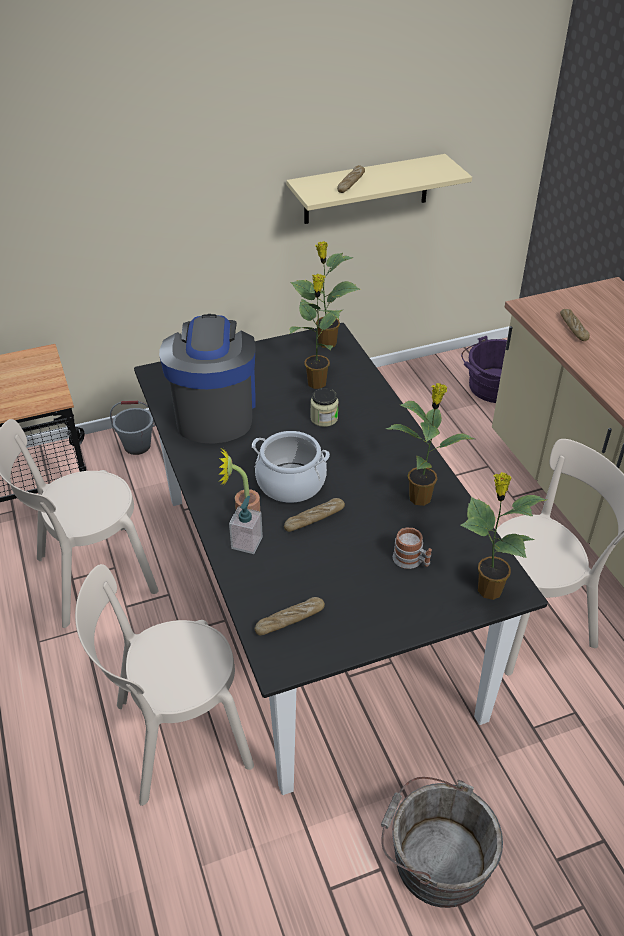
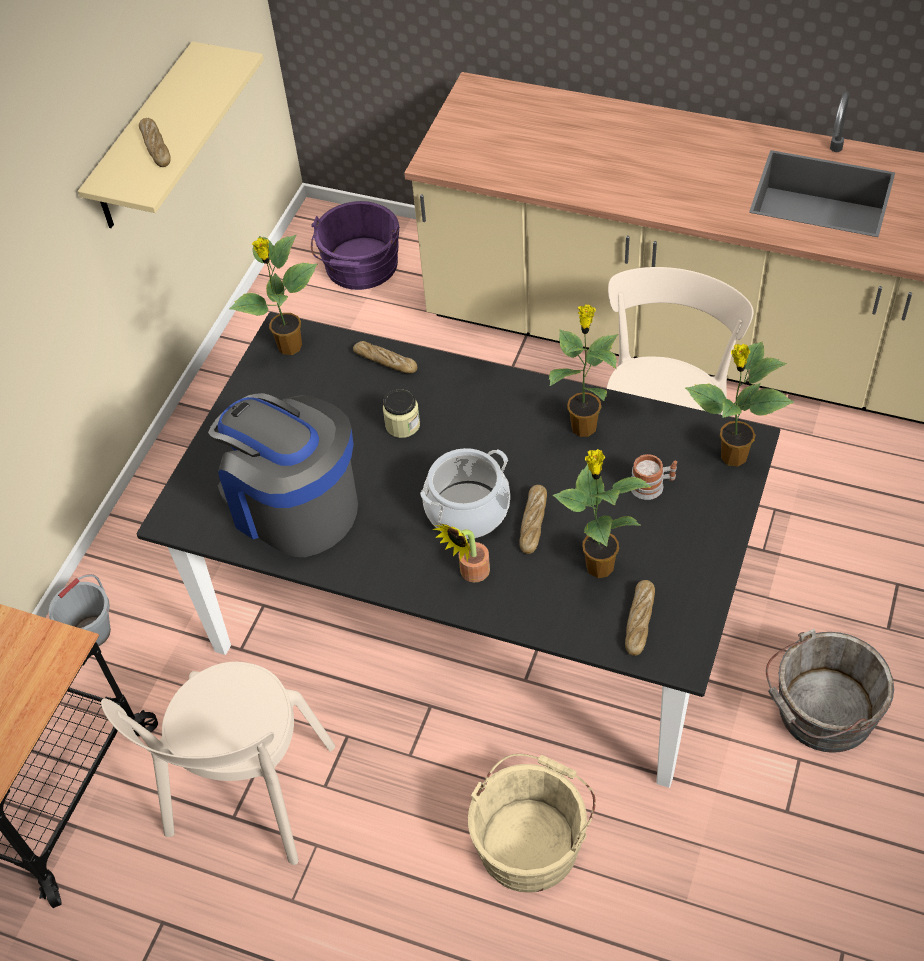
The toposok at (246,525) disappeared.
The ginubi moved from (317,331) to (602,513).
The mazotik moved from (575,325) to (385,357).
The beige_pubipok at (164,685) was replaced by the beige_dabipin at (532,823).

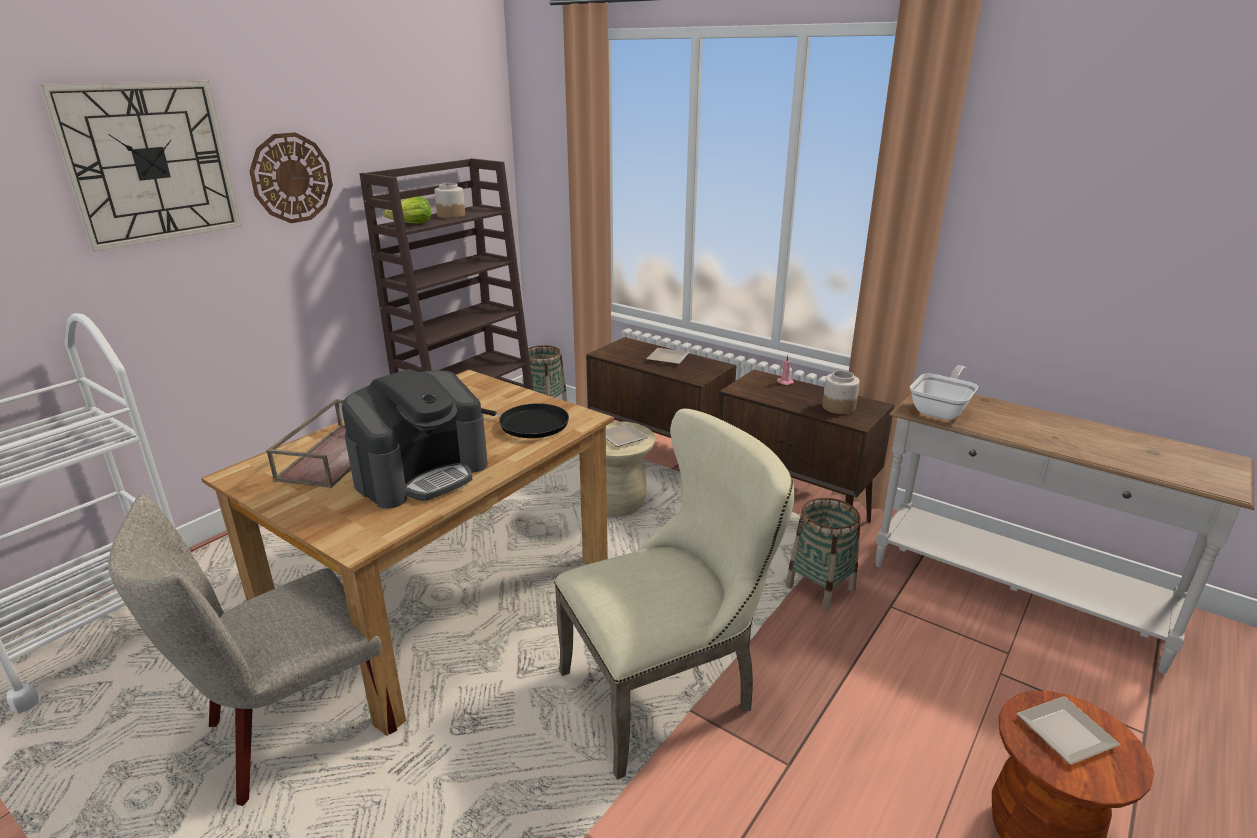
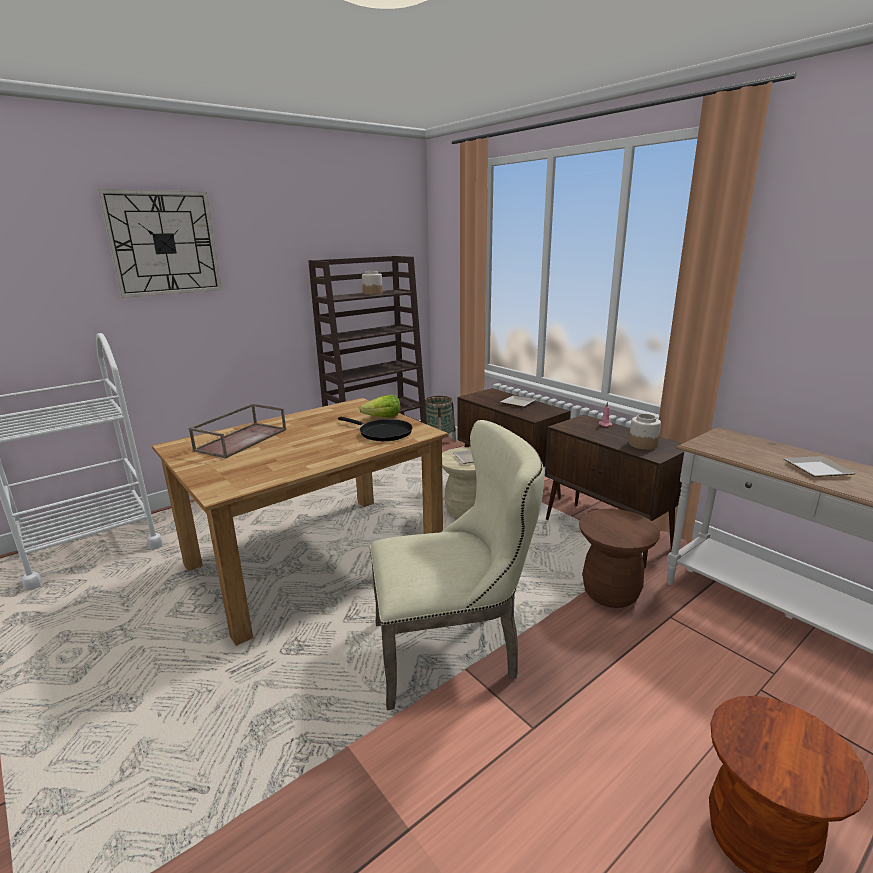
The beige_pubipok at (252,650) disappeared.
The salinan at (291,177) disappeared.
The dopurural at (415,439) disappeared.
The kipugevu at (944,392) disappeared.
The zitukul moved from (407,210) to (379,405).
The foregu moved from (1068,730) to (820,466).
The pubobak at (823,554) was replaced by the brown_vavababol at (619,558).

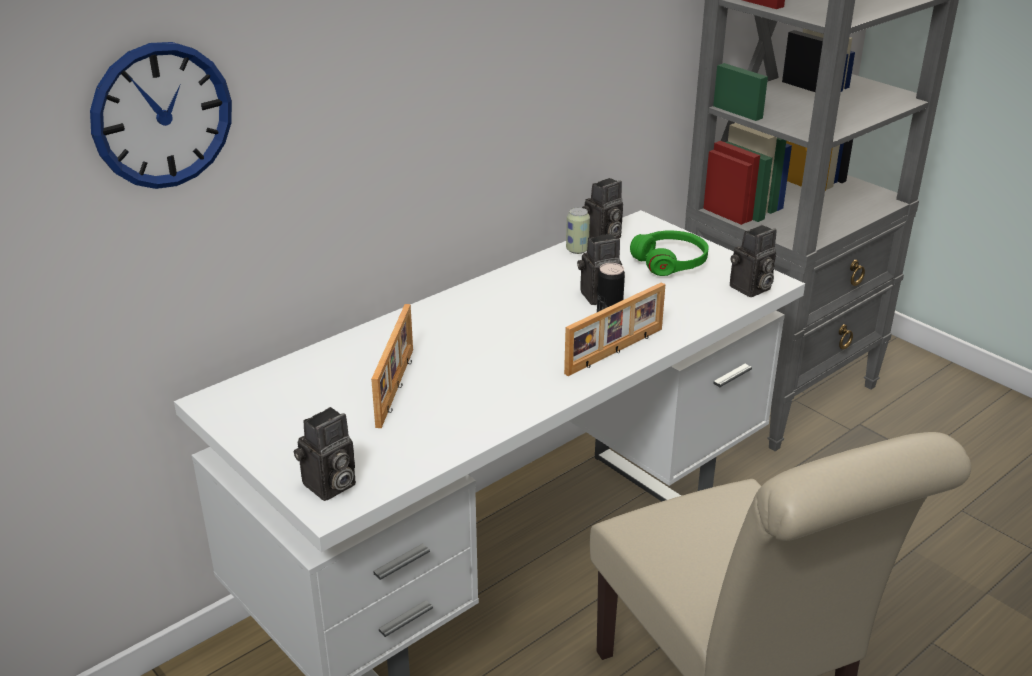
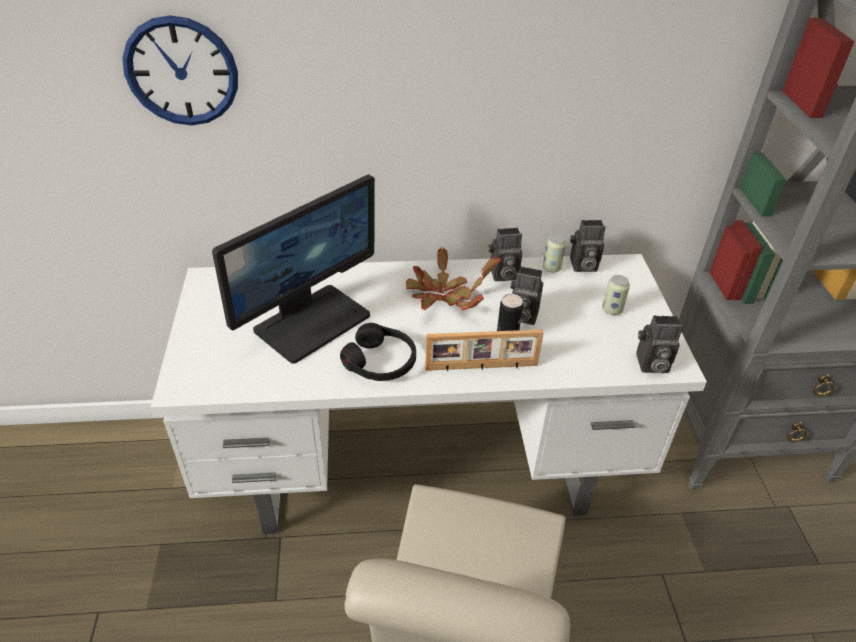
The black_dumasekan at (378,352) appeared.
The ginubi at (453,279) appeared.
The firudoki moved from (325,454) to (505,254).
The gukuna at (392,366) was replaced by the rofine at (293,269).
The green_dumasekan at (669,253) was replaced by the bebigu at (616,295).

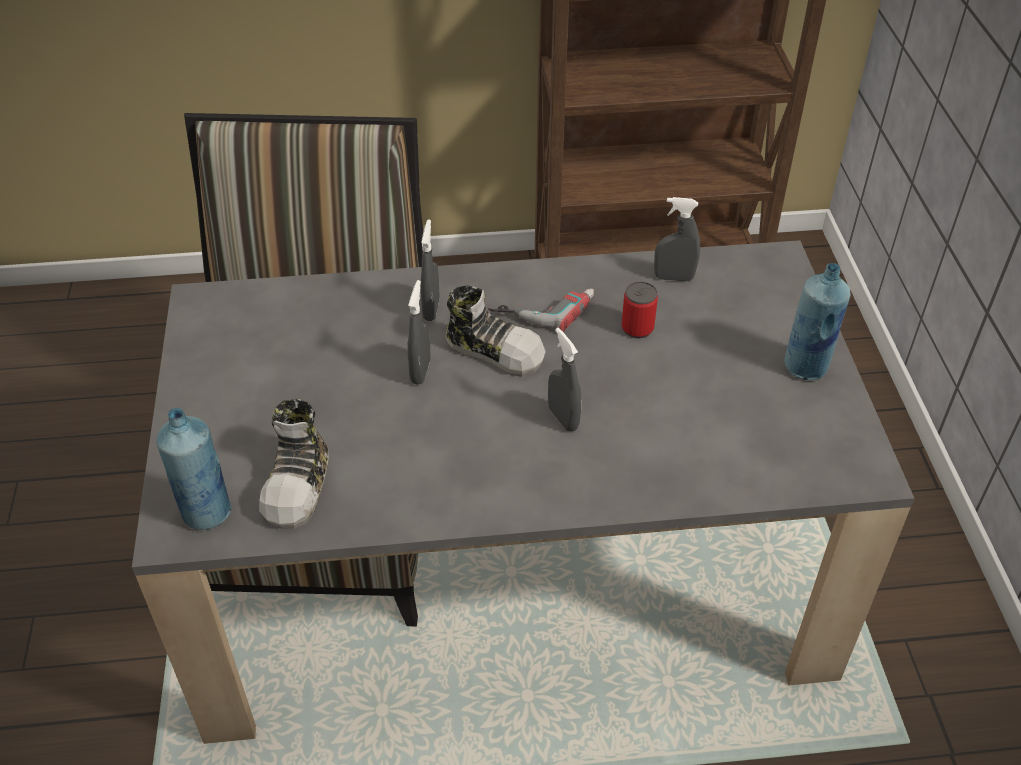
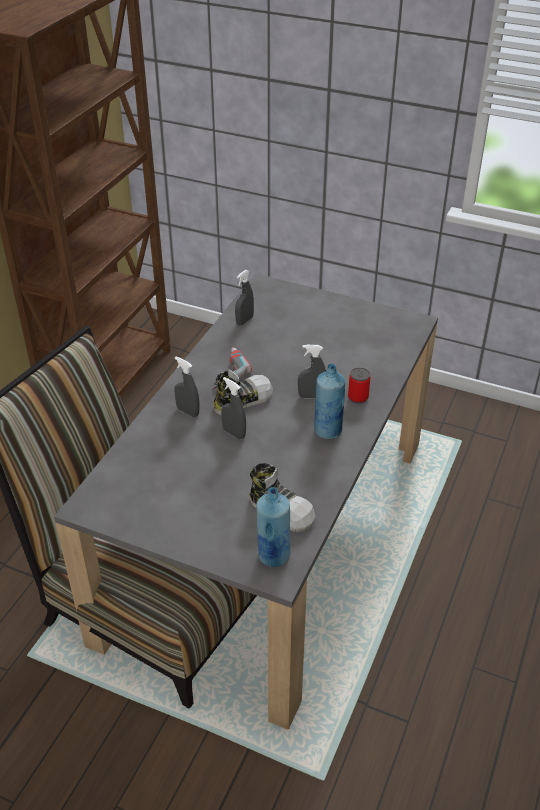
The bebigu moved from (639,310) to (359,386).
The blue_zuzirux moved from (817,321) to (329,401).

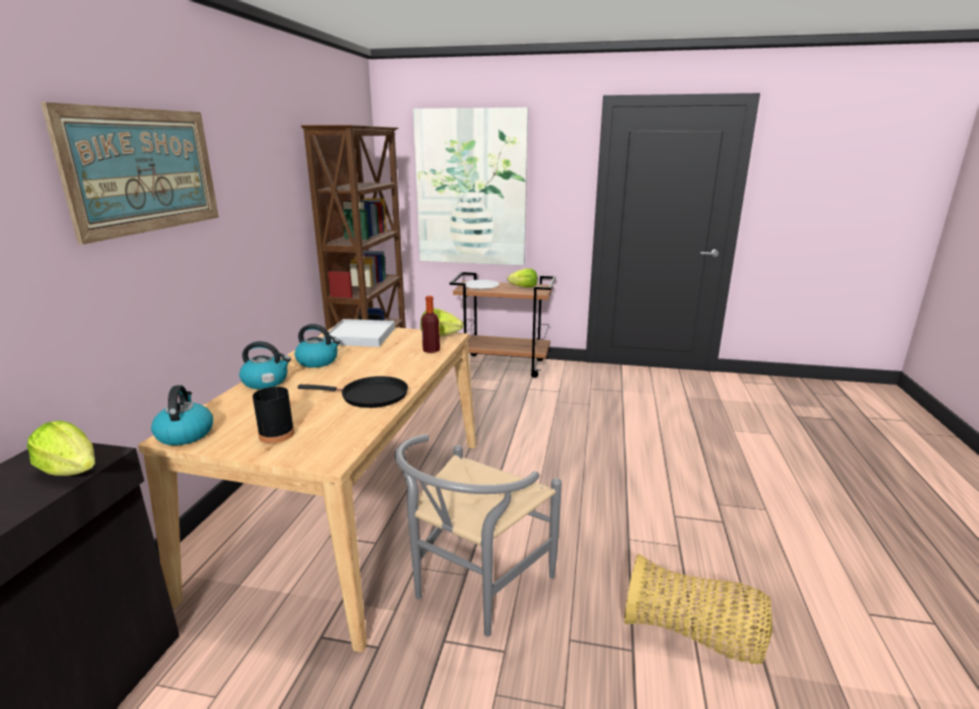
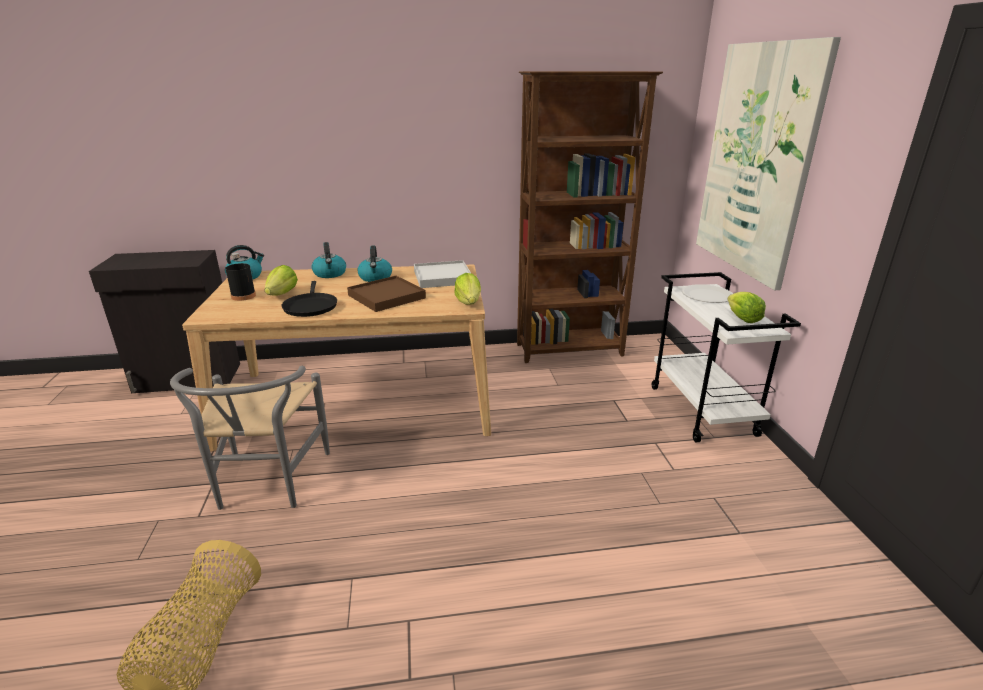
The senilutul at (130,173) disappeared.
The zuzirux at (430,324) disappeared.
The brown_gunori at (386,294) appeared.
The zitukul moved from (61,448) to (281,280).
The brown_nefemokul at (502,325) became the white_nefemokul at (726,357).
The grey_pubipok at (478,535) turned 105 degrees counterclockwise.

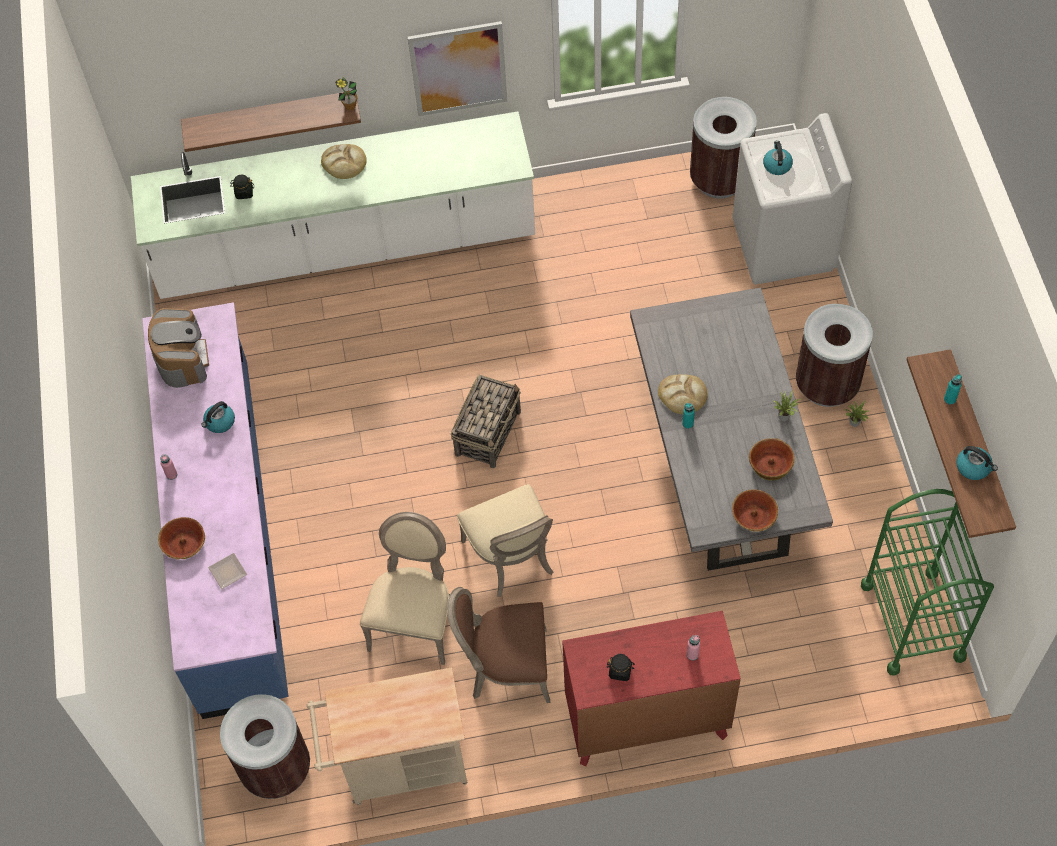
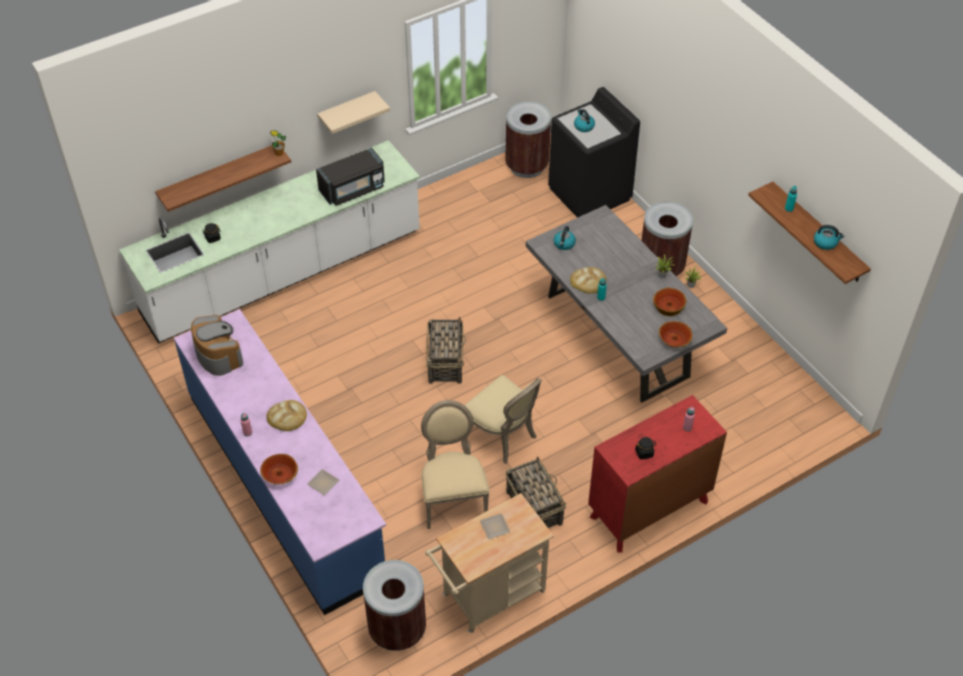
The green_nefemokul at (927,582) disappeared.
The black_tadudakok at (350,177) appeared.
The foregu at (495,526) appeared.
The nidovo moved from (218,417) to (565,238).
The mazotik moved from (344,161) to (286,415).
The senilutul at (457,68) was replaced by the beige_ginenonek at (353,112).
The brown_pubipok at (498,645) was replaced by the pubobak at (536,492).
The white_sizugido at (792,198) became the black_sizugido at (594,152).

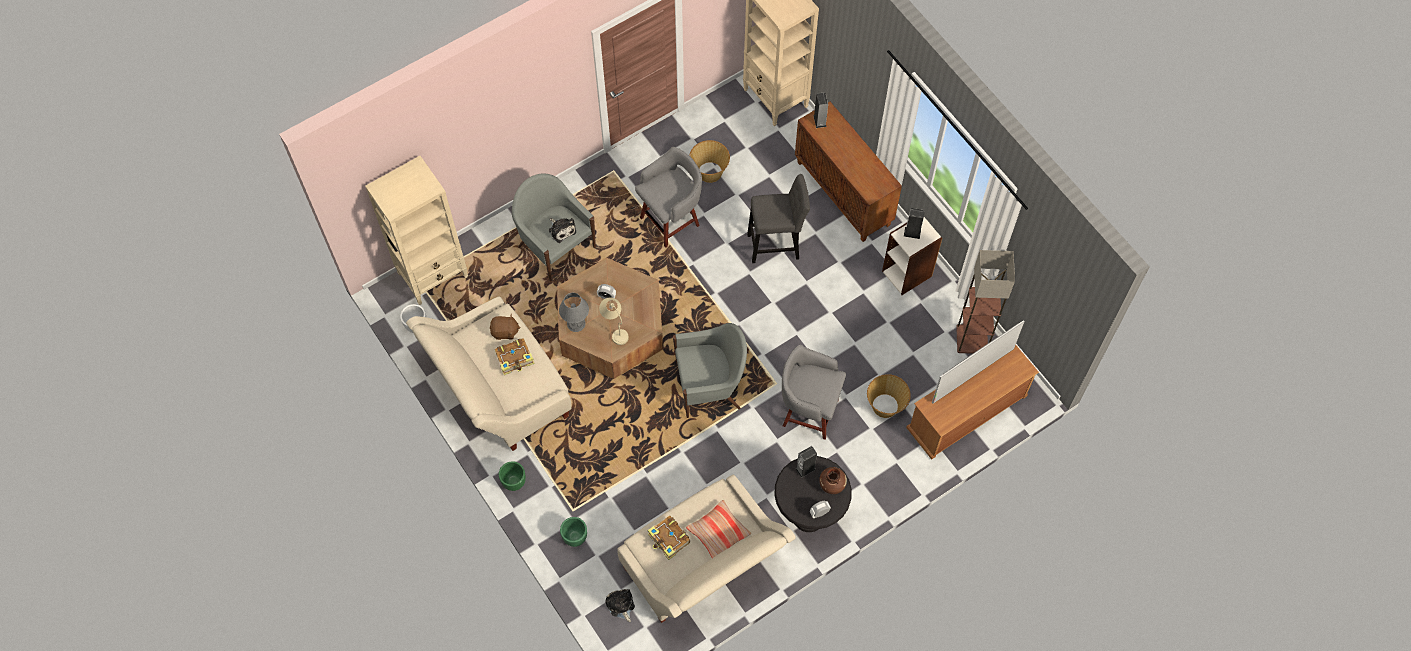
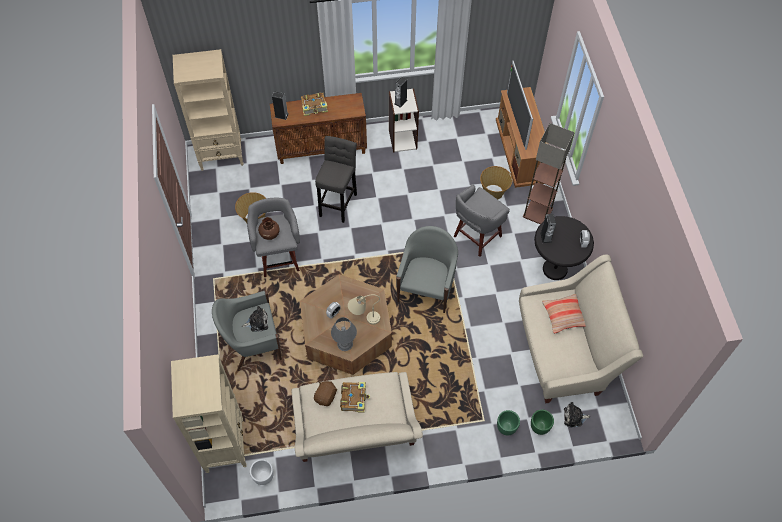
The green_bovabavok moved from (512,476) to (542,422).
The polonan moved from (669,538) to (314,104).
The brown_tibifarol moved from (833,480) to (268,228).
The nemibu moved from (985,302) to (549,173).

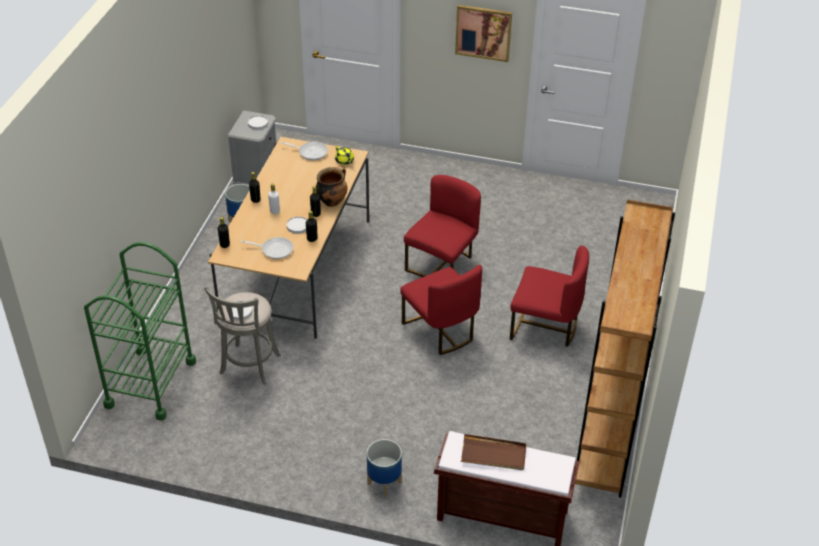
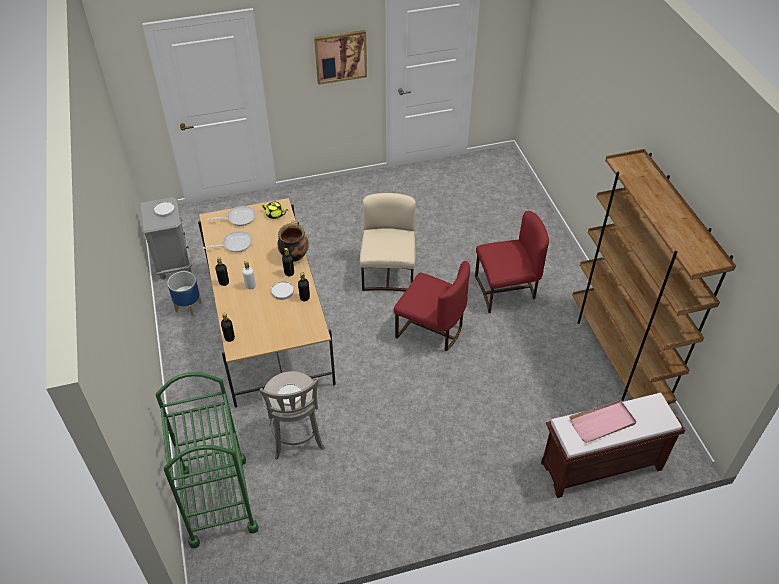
The bovabavok at (384,468) disappeared.
The kipugevu moved from (267,248) to (227,241).
The red_pubipok at (442,226) became the beige_pubipok at (388,242).
The brown_gunori at (493,452) became the pink_gunori at (602,421).

